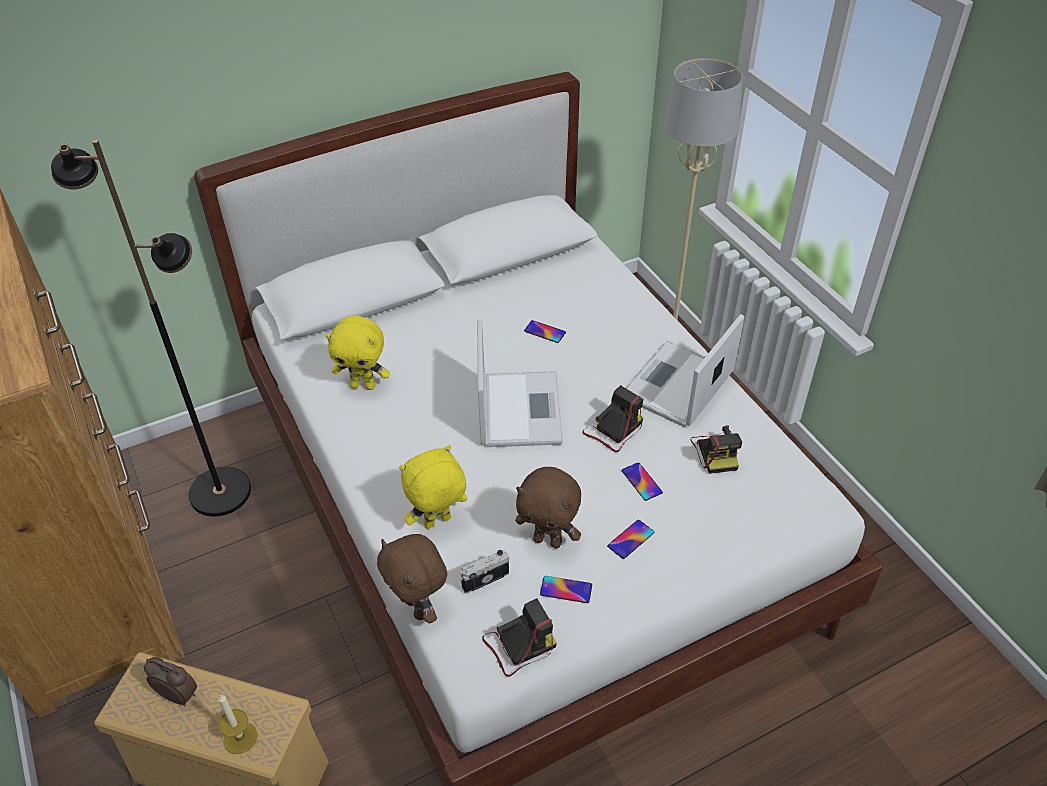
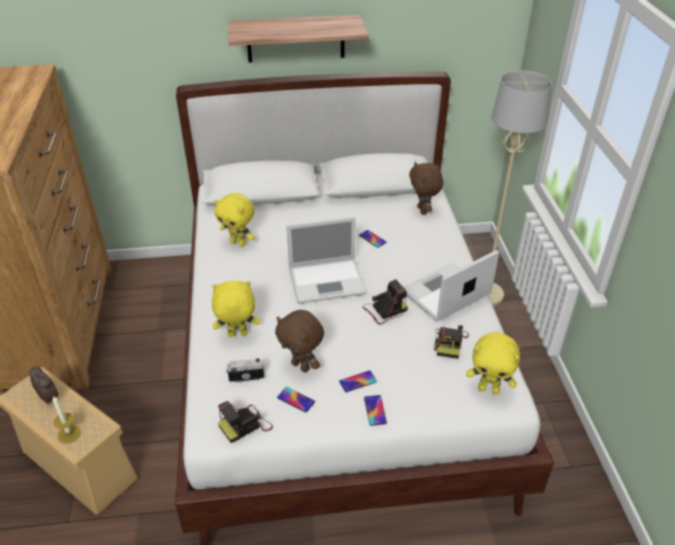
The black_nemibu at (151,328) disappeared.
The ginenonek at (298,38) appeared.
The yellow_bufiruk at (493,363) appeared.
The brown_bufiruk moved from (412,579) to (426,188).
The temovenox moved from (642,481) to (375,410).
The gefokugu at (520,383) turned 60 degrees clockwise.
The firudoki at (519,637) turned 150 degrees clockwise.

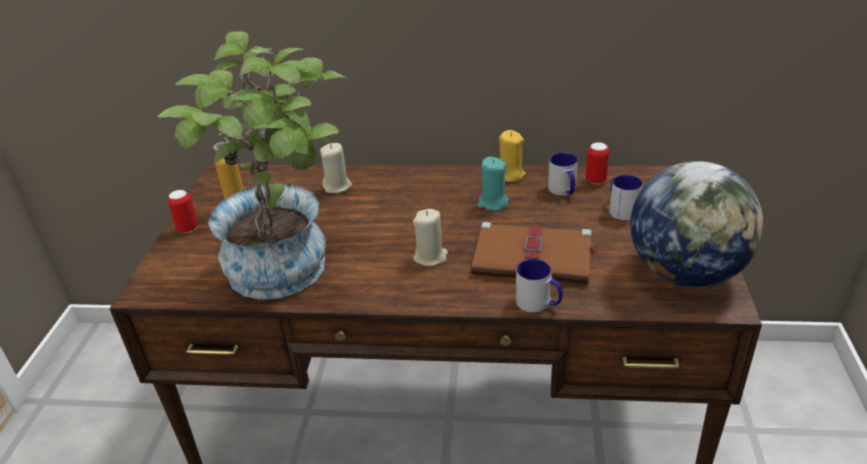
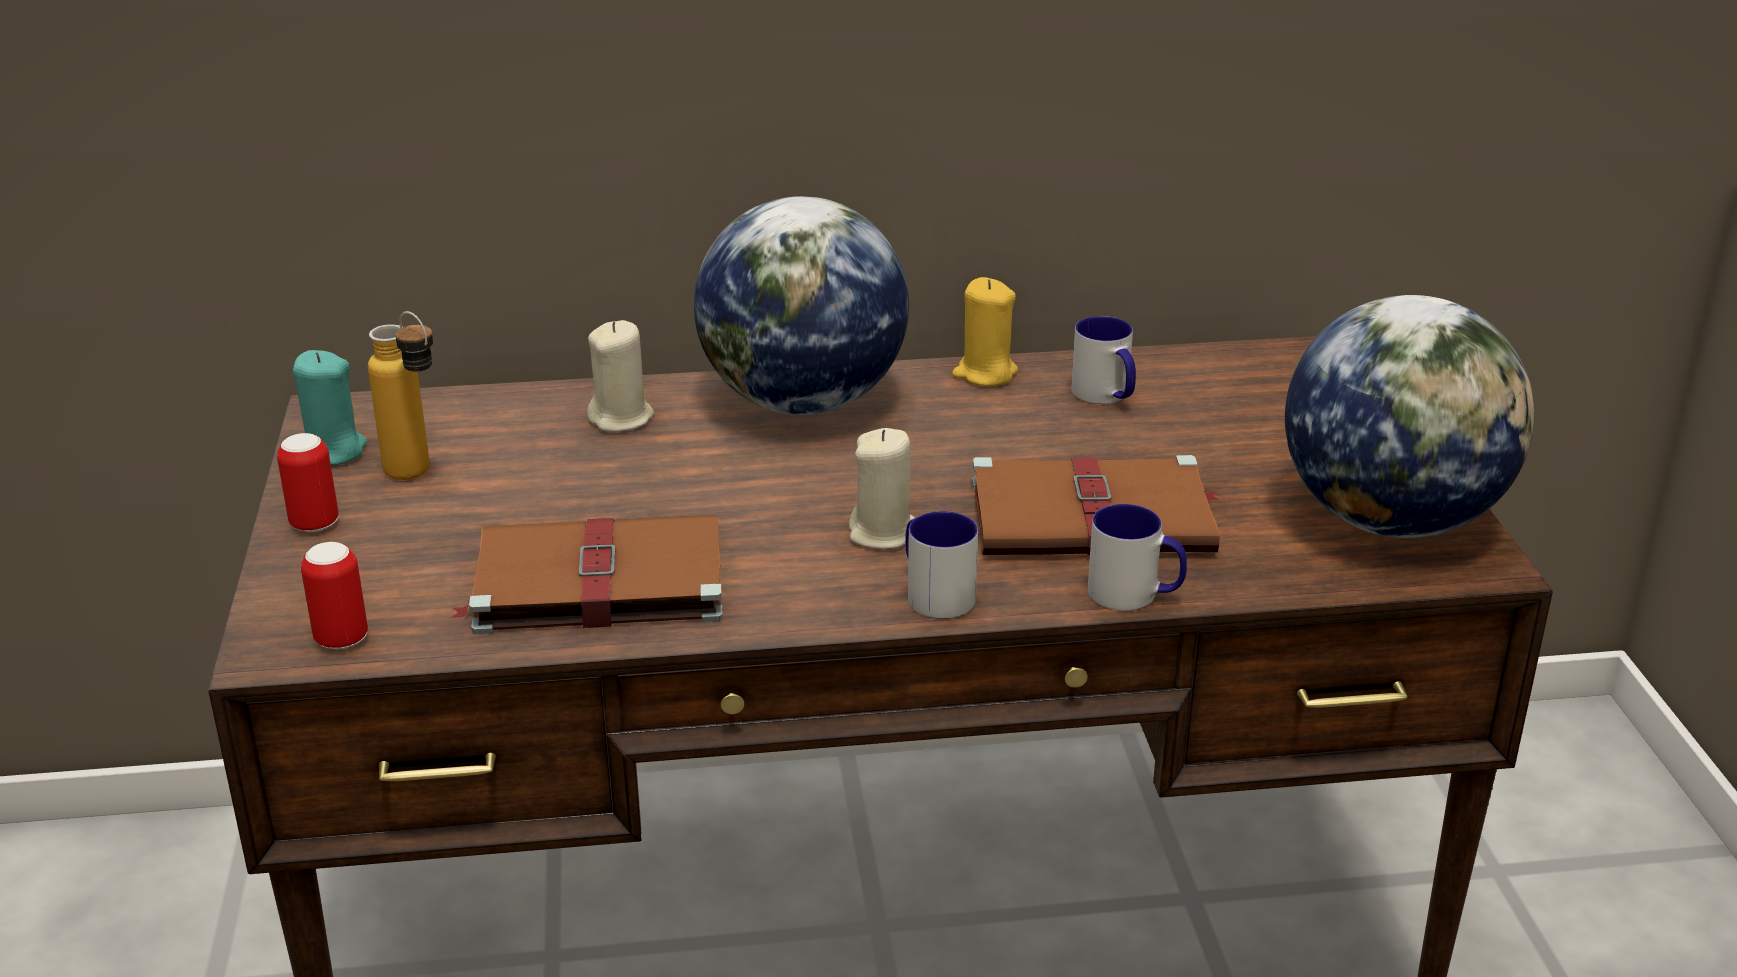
The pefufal at (801,305) appeared.
The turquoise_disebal moved from (493,184) to (330,407).
The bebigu moved from (597,163) to (334,595).
The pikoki moved from (626,198) to (941,565).
The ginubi at (254,165) was replaced by the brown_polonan at (586,574).

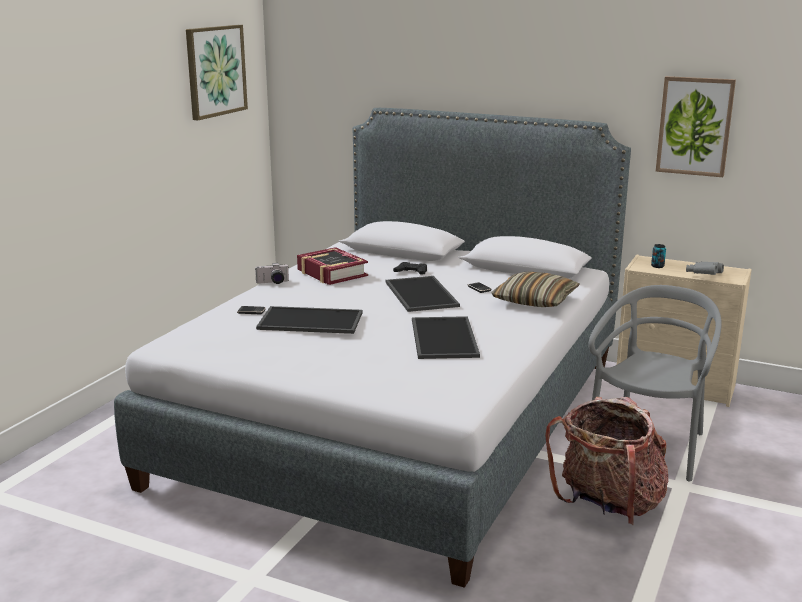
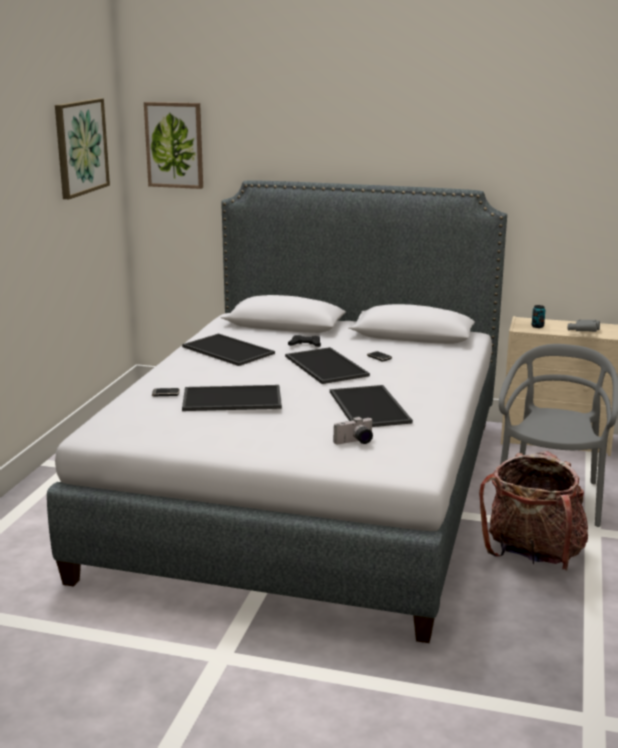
The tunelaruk at (535,289) disappeared.
The firudoki moved from (272,273) to (353,430).
The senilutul moved from (696,126) to (173,145).
The polonan at (332,266) was replaced by the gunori at (228,349).

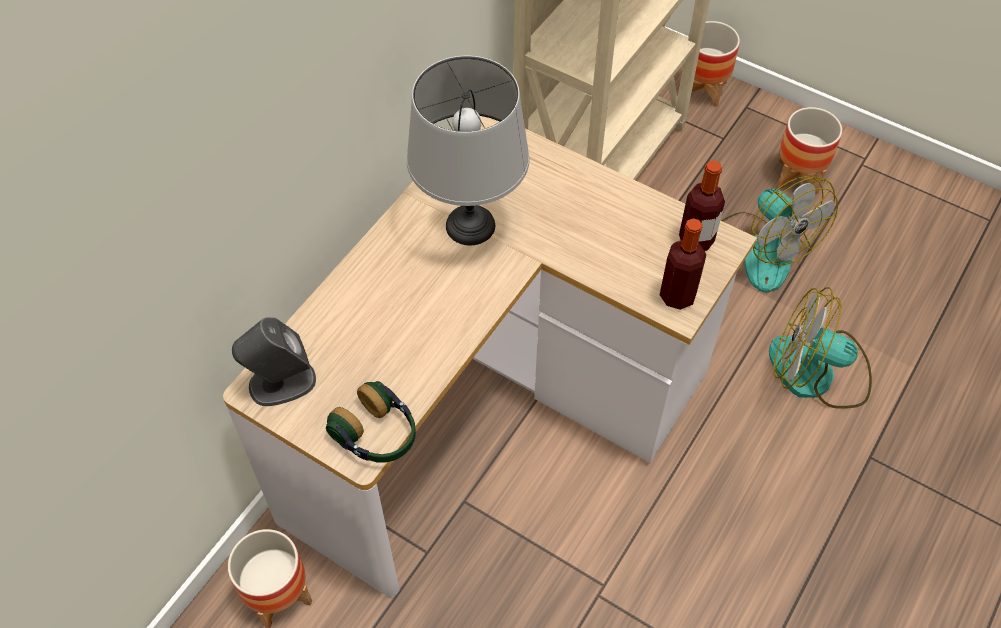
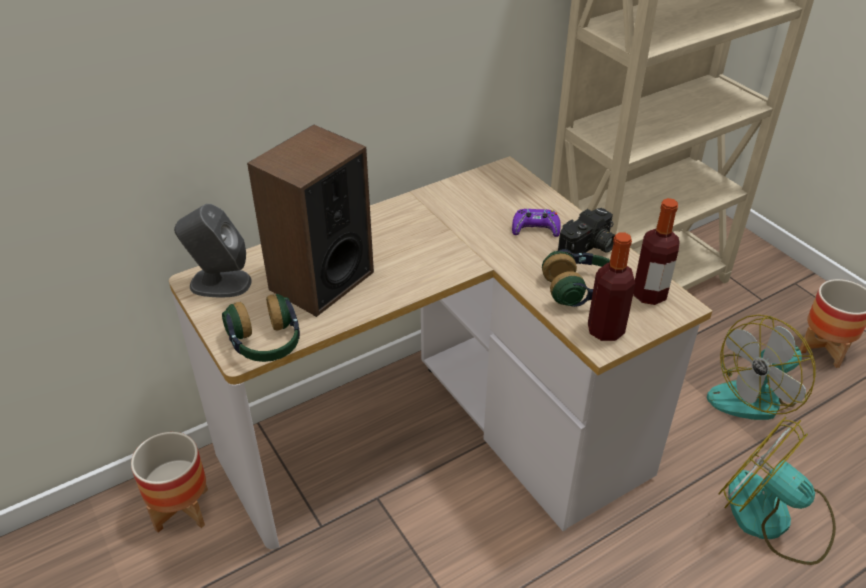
The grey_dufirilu at (468,150) disappeared.
The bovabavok at (716,64) disappeared.
The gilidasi at (310,221) appeared.
The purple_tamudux at (536,223) appeared.
The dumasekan at (576,278) appeared.
The firudoki at (586,232) appeared.
The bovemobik at (779,234) turned 60 degrees clockwise.

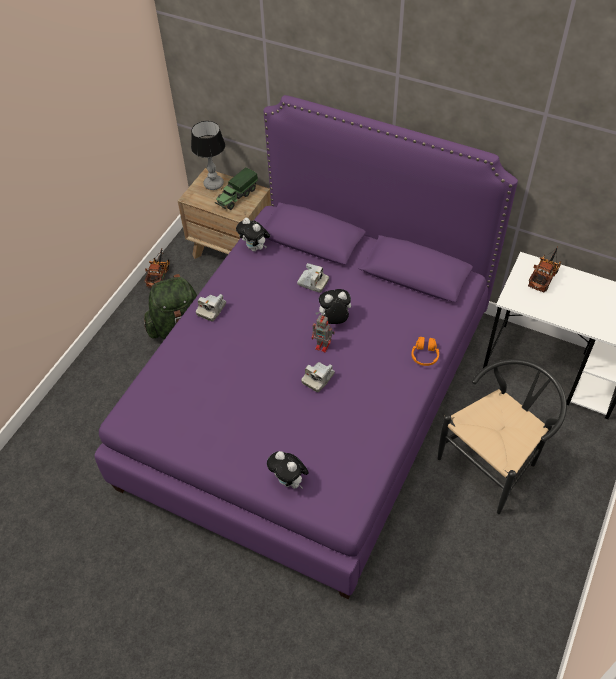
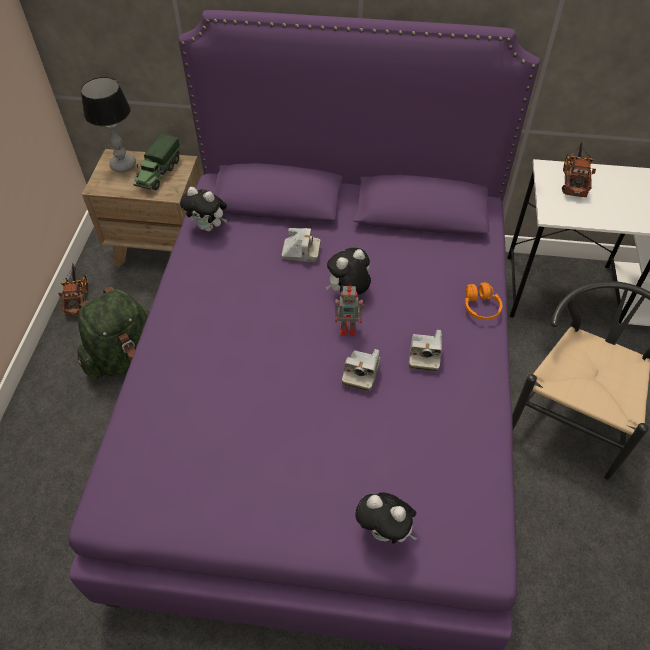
The firudoki moved from (211,307) to (425,351).

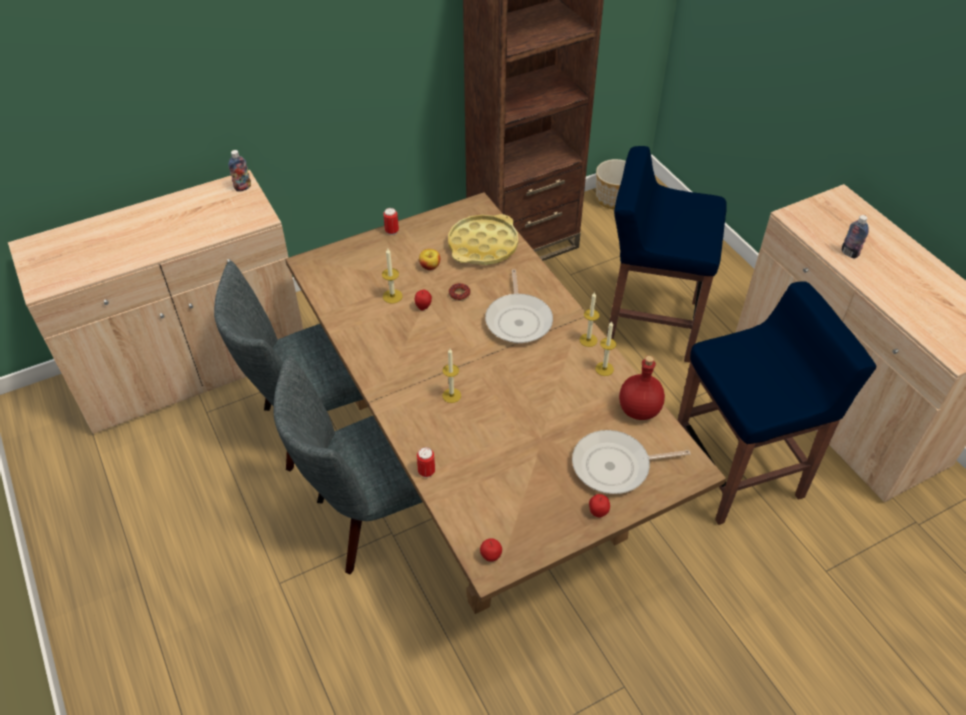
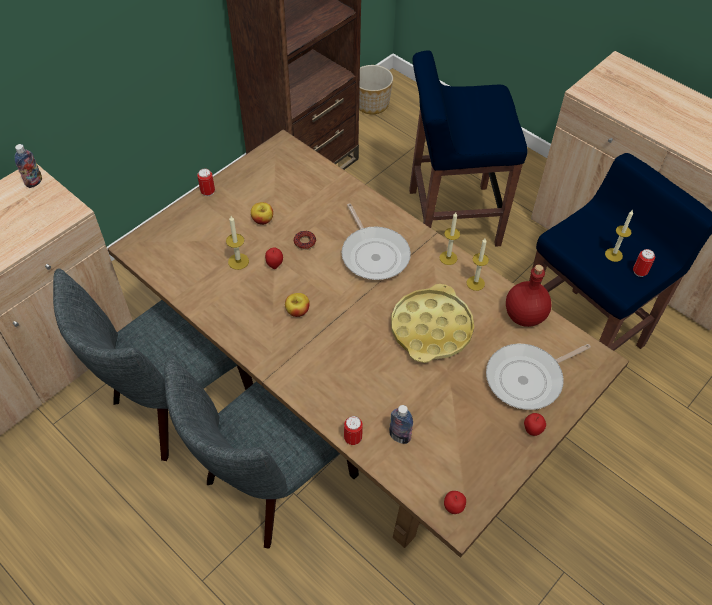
The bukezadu at (297,305) appeared.
The bebigu at (644,263) appeared.
The disebal moved from (451,376) to (619,236).
The yellow_gunori moved from (483,239) to (432,323).
The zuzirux moved from (855,237) to (401,424).

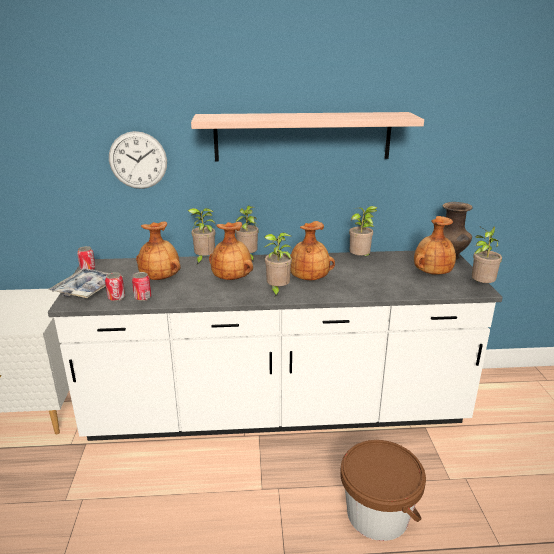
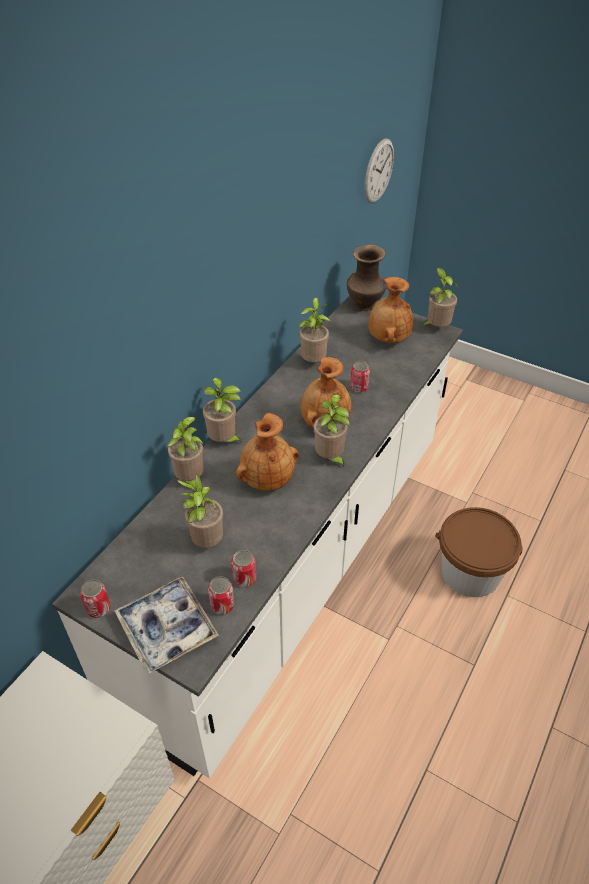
The ginenonek at (307,136) disappeared.
The bebigu at (360,377) appeared.
The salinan moved from (138,160) to (379,170).
The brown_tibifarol at (158,251) was replaced by the ginubi at (200,510).

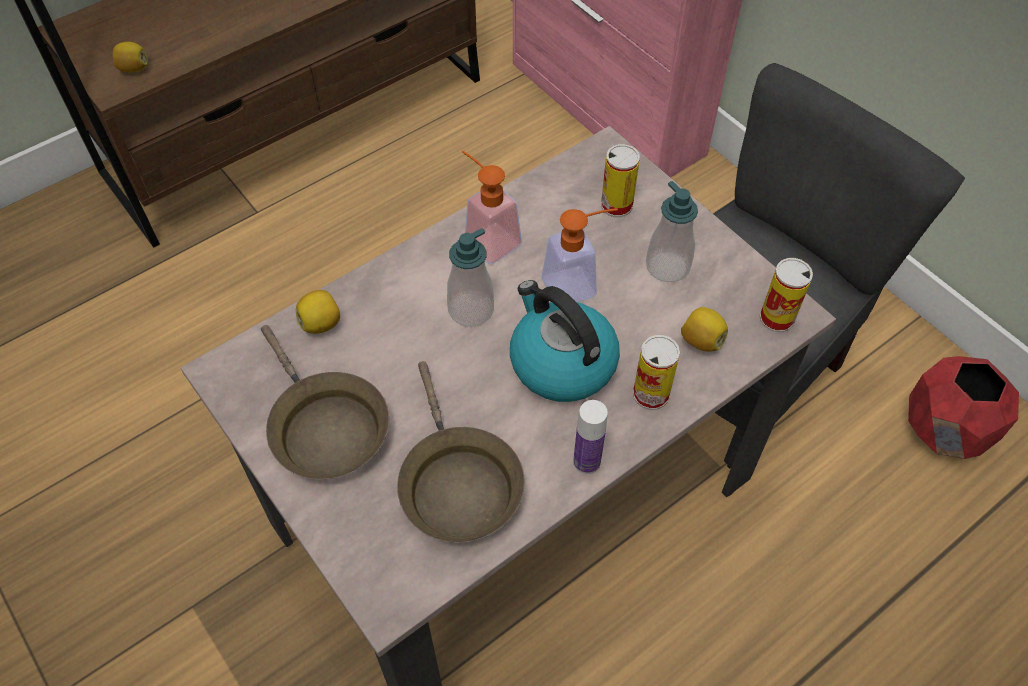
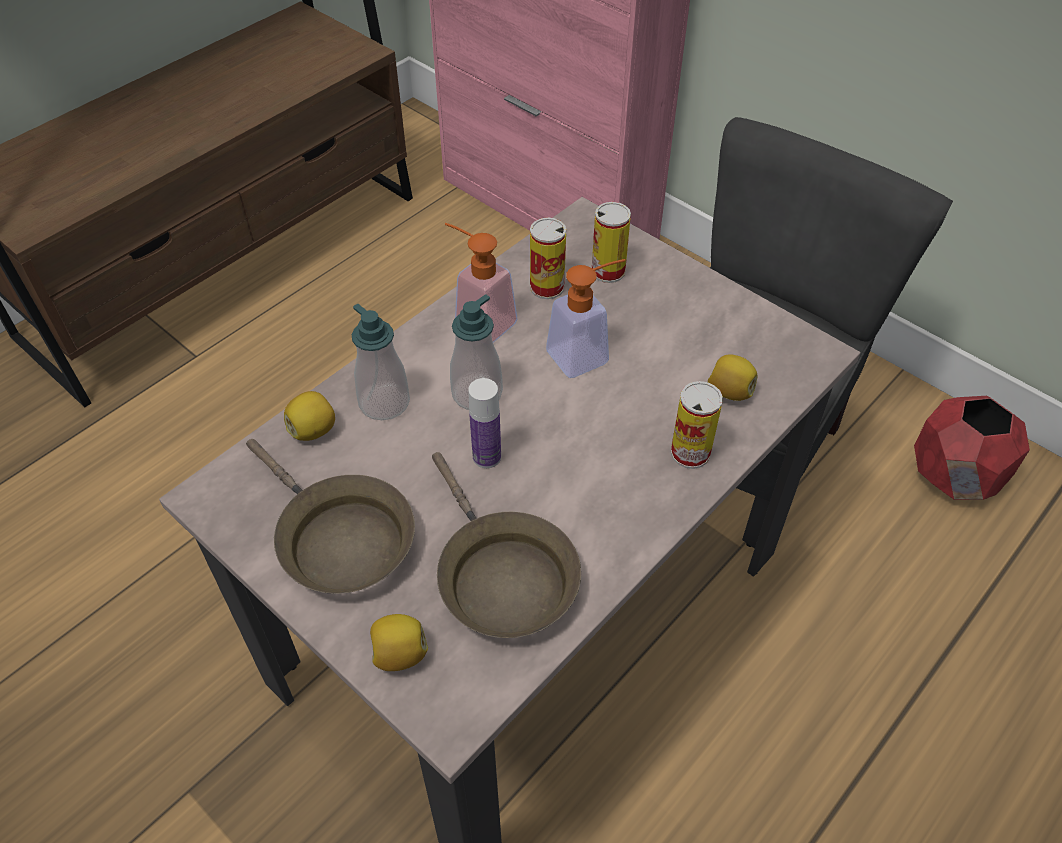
The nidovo at (565,341) disappeared.
The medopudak moved from (130,57) to (399,642).
The zuzirux moved from (590,437) to (484,423).
The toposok moved from (672,231) to (381,362).
The bebigu moved from (786,295) to (548,258).

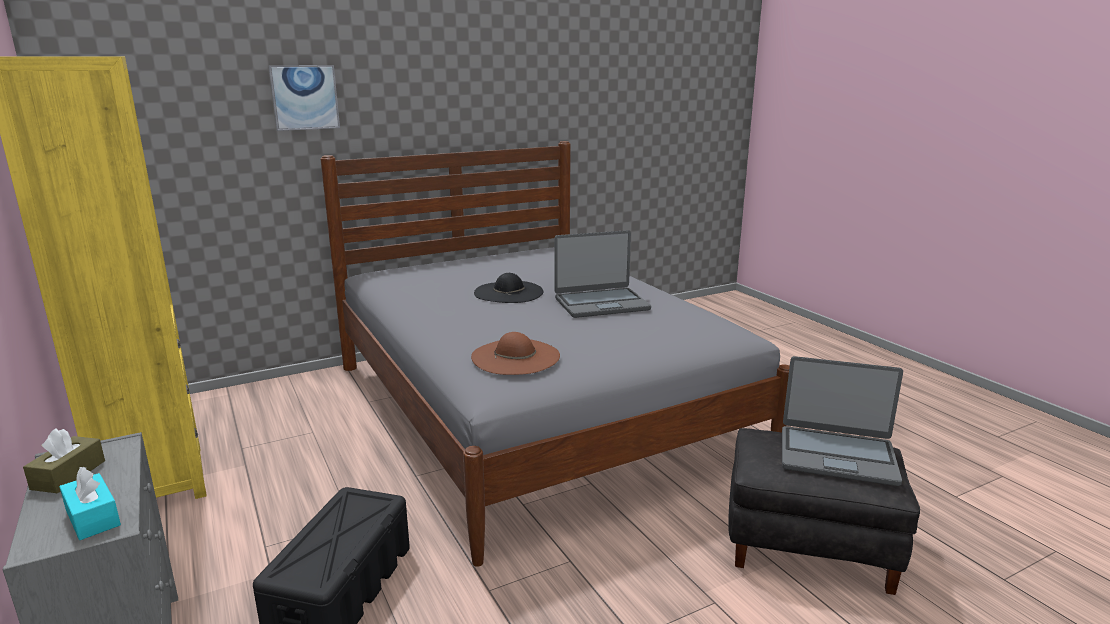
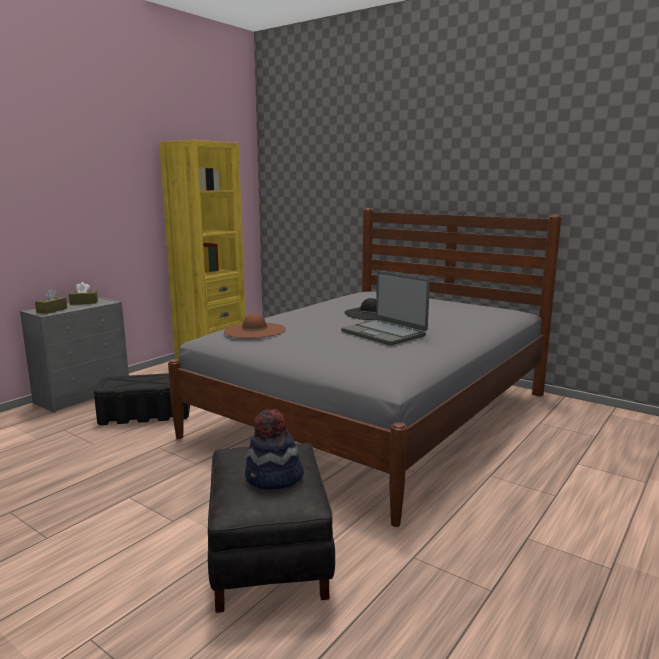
The senilutul at (304,98) disappeared.
The gefokugu at (842,421) was replaced by the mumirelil at (274,449).
The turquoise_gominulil at (90,503) became the brown_gominulil at (51,301).

